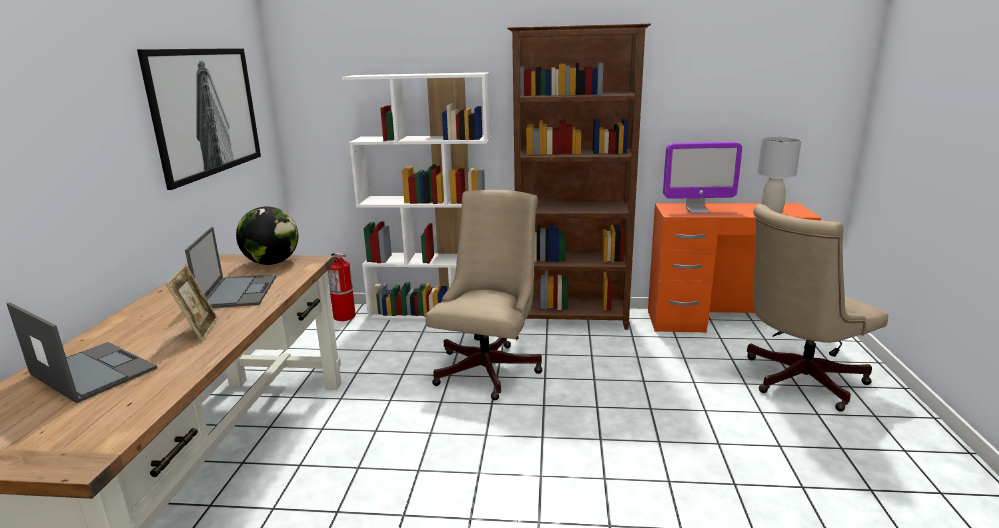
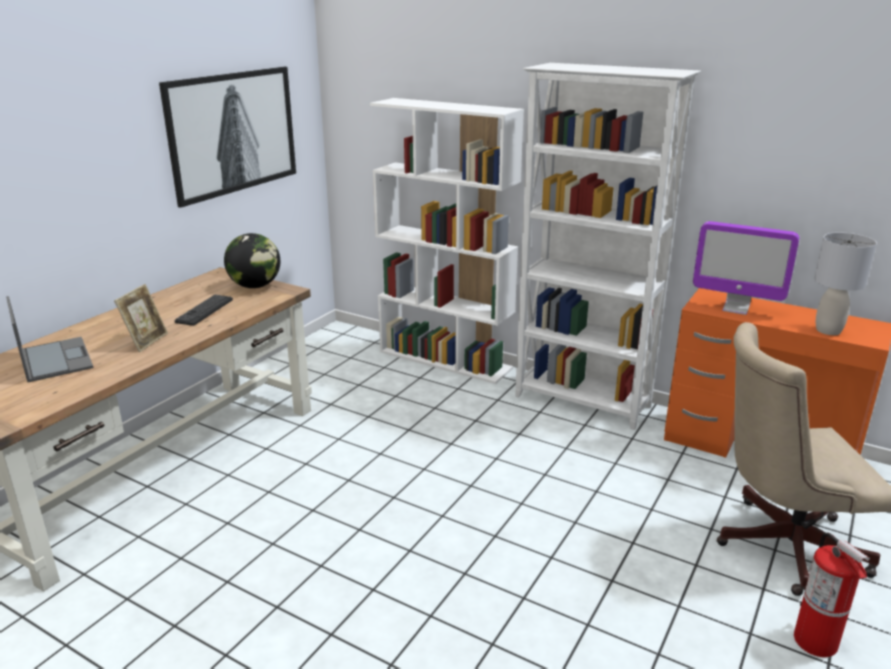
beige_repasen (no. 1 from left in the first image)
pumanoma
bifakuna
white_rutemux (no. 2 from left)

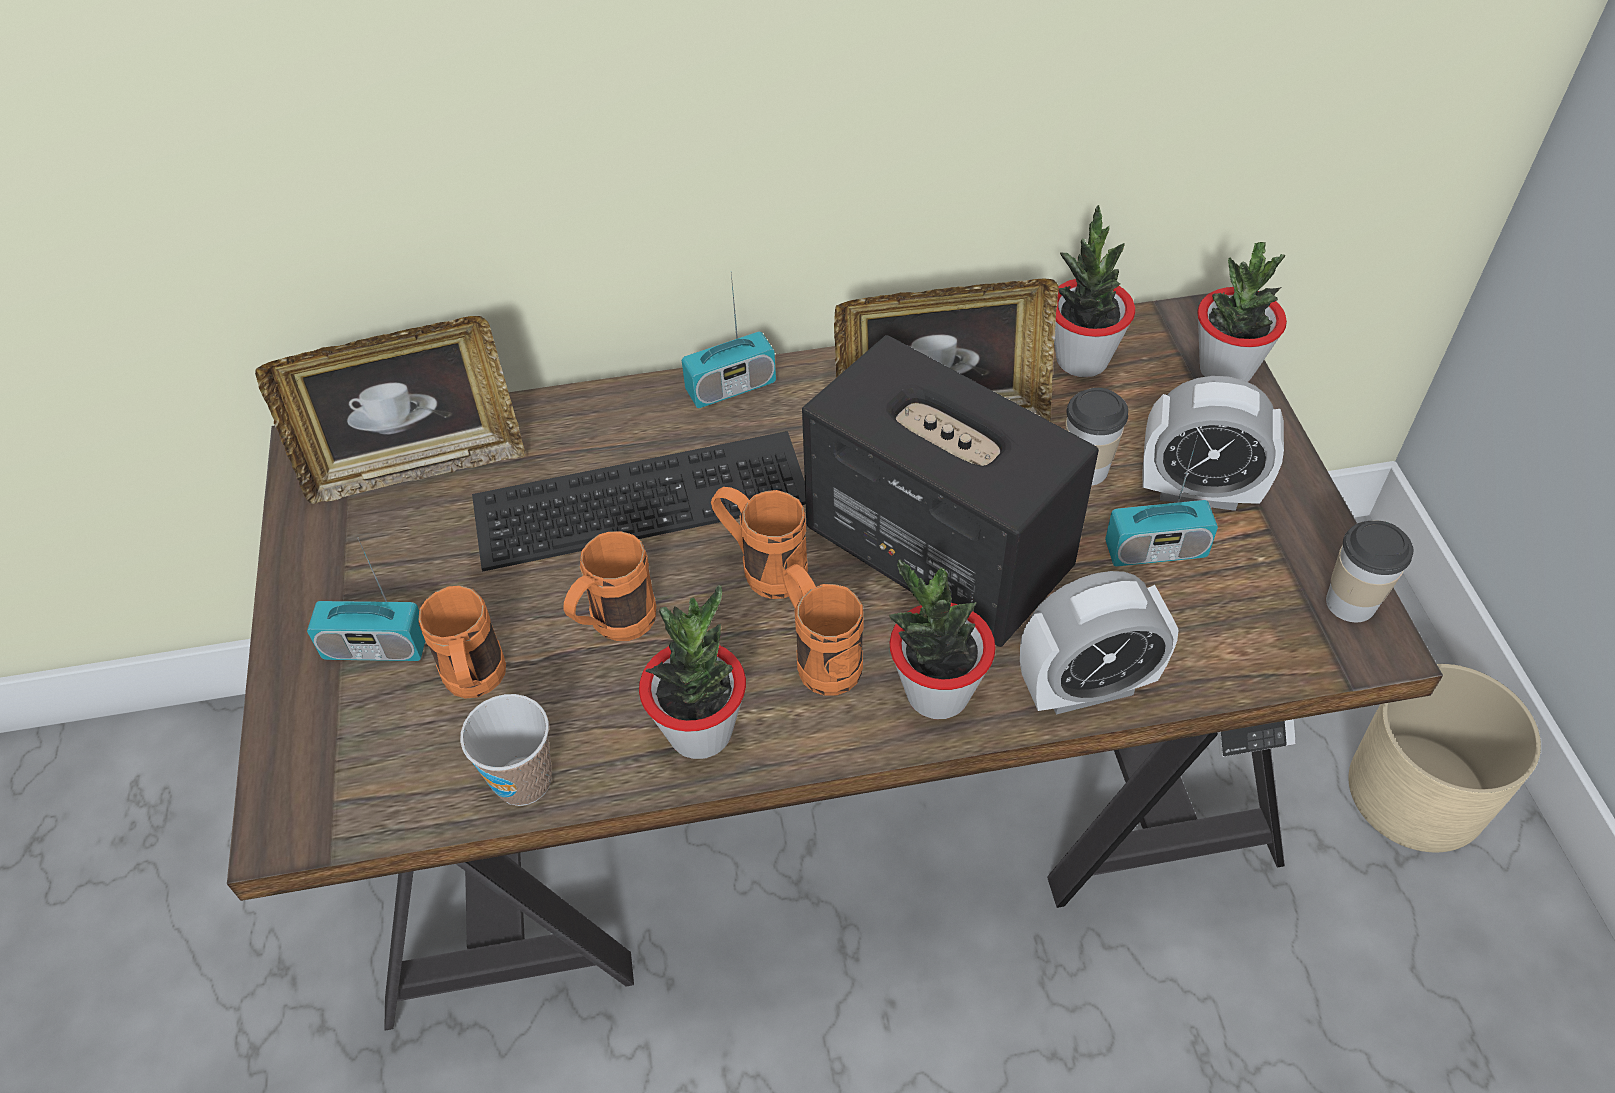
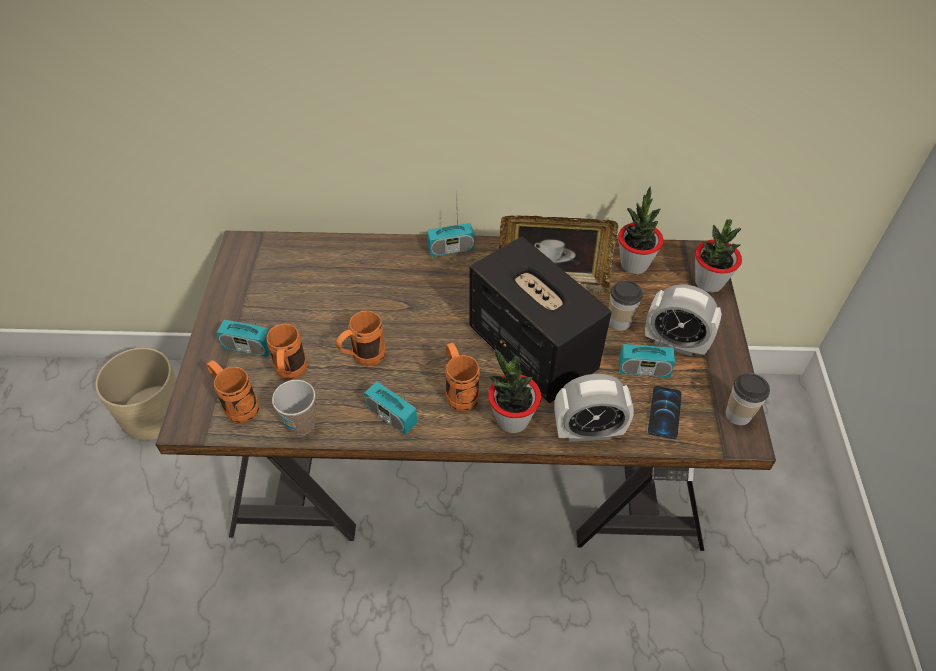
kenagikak (no. 1 from left in the first image)
bifakuna
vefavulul
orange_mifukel (no. 1 from left)
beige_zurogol
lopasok (no. 2 from left)

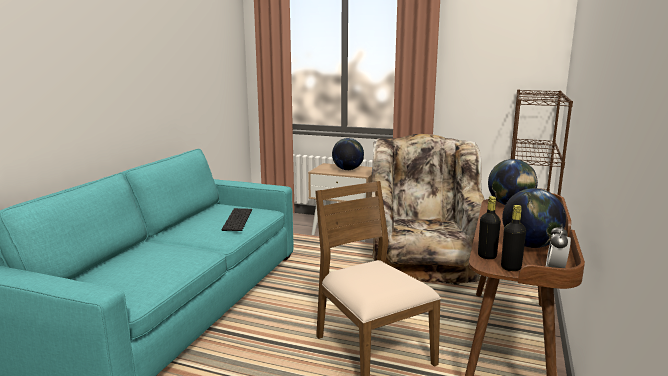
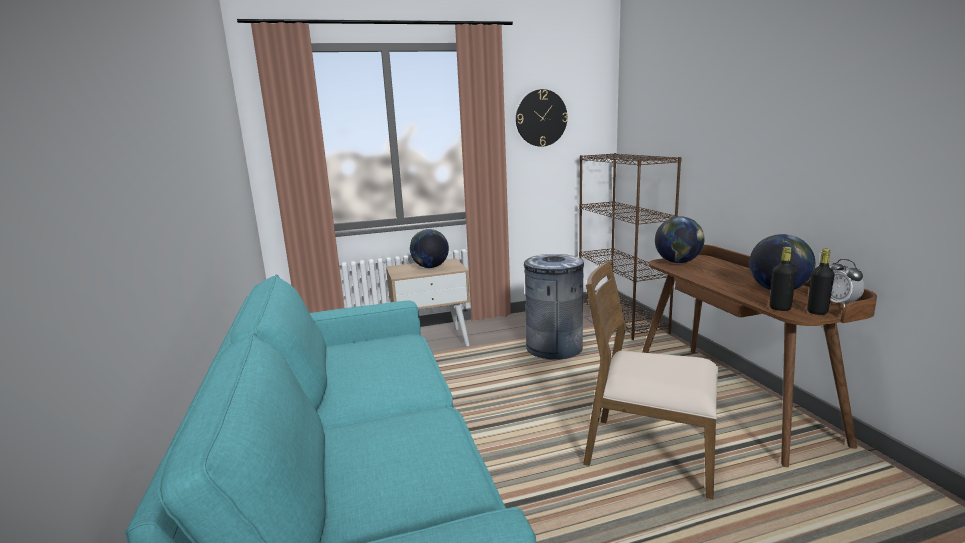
bifakuna
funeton
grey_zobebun

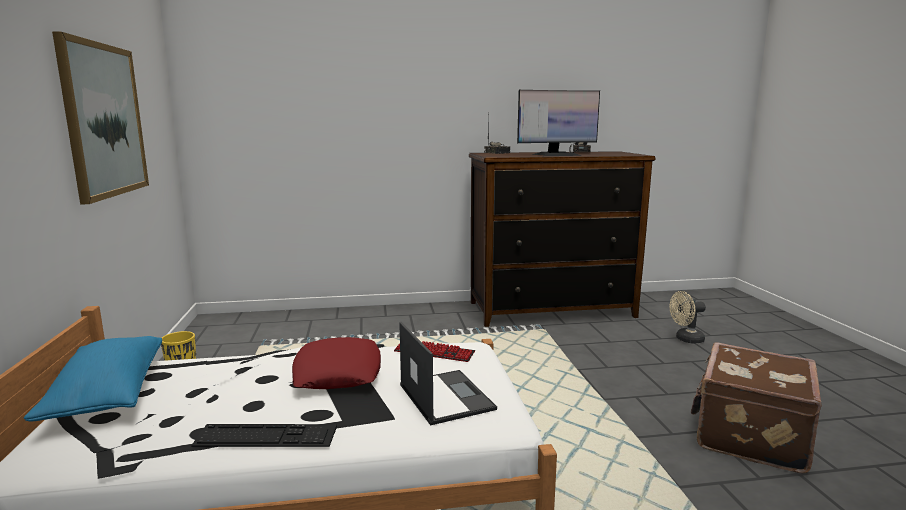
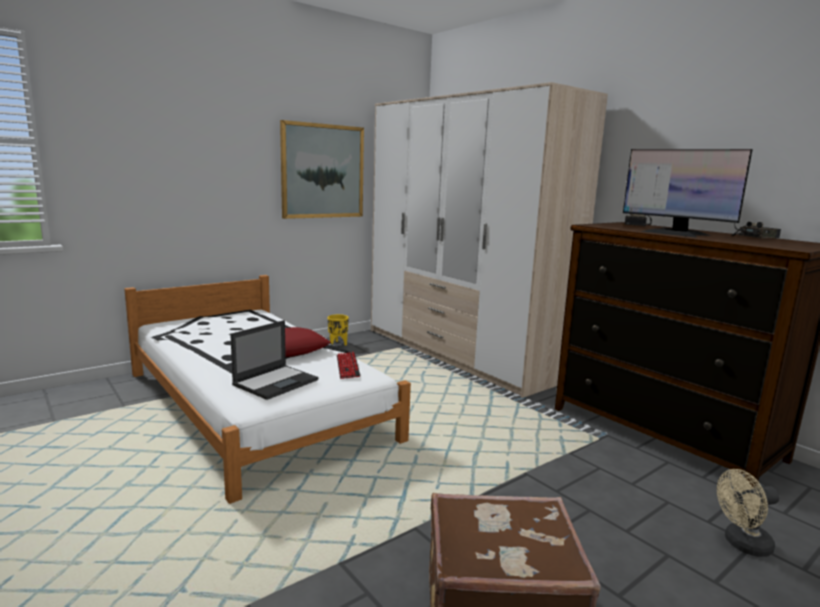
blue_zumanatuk
bifakuna (no. 1 from left in the first image)
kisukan
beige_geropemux

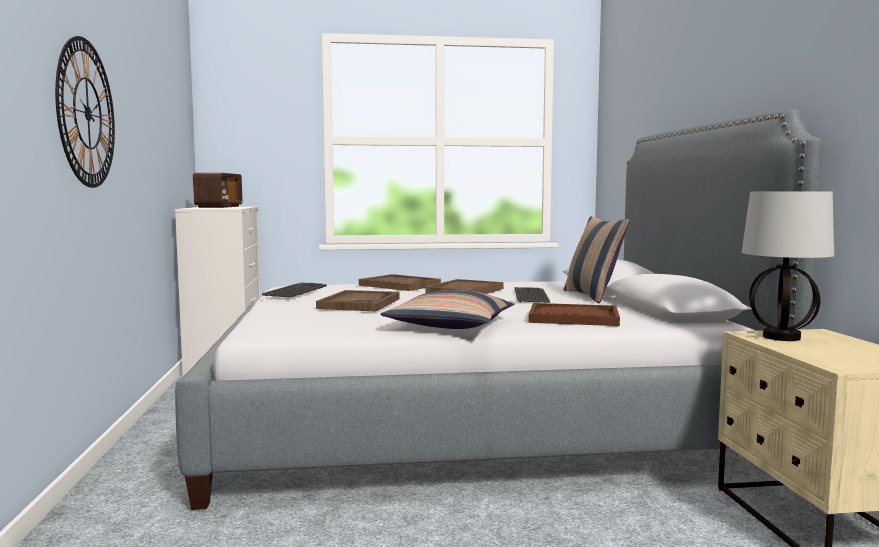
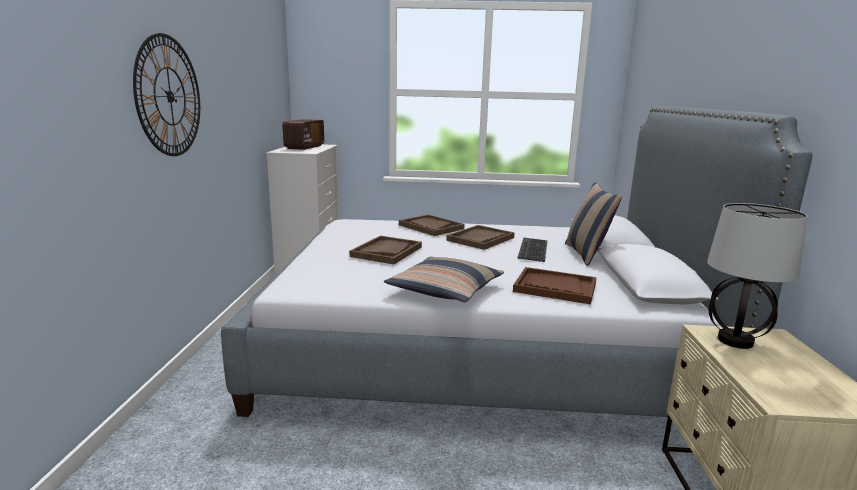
bifakuna (no. 1 from left in the first image)

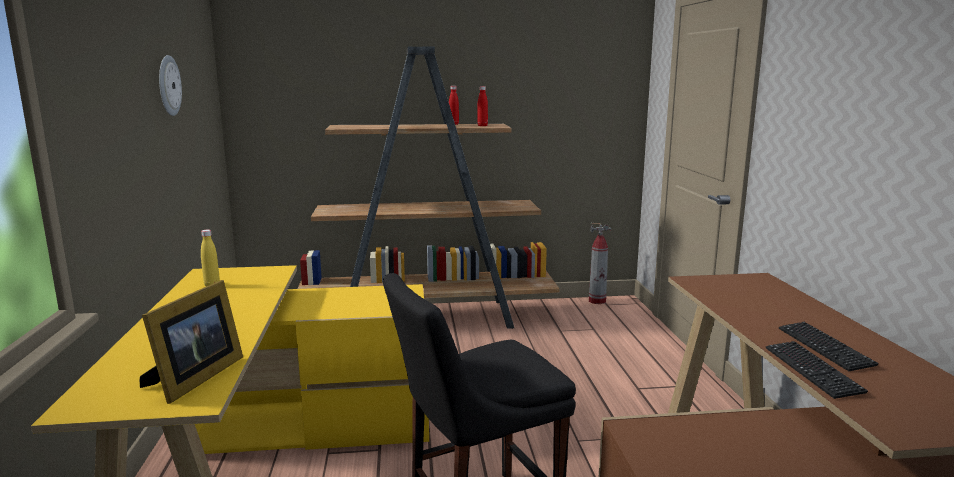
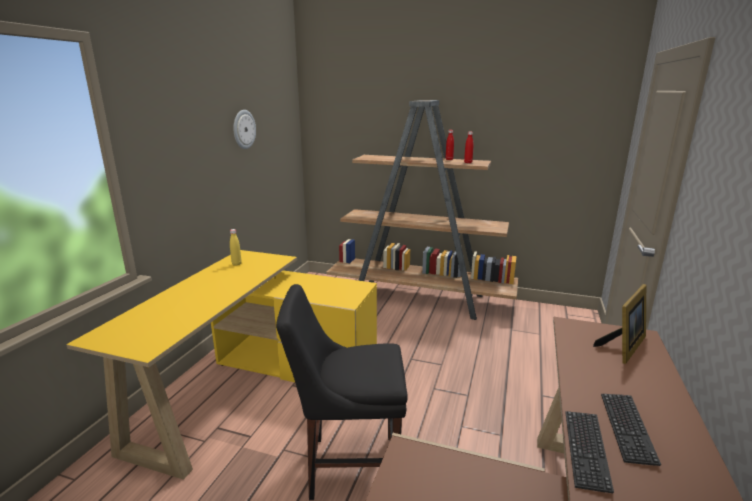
pumanoma
kenagikak

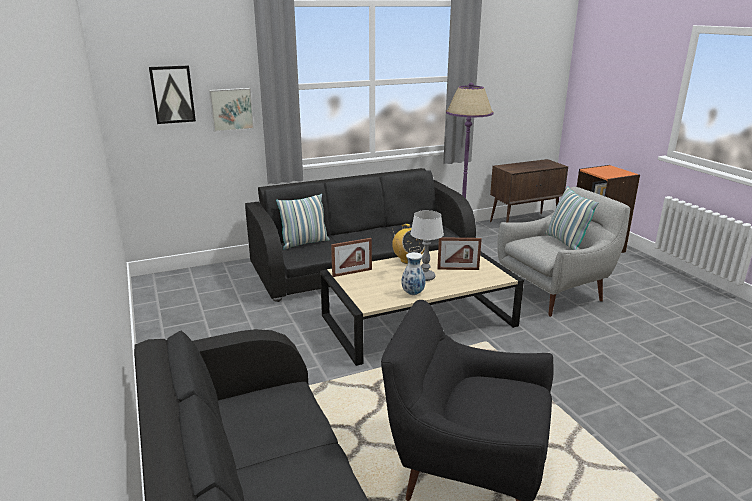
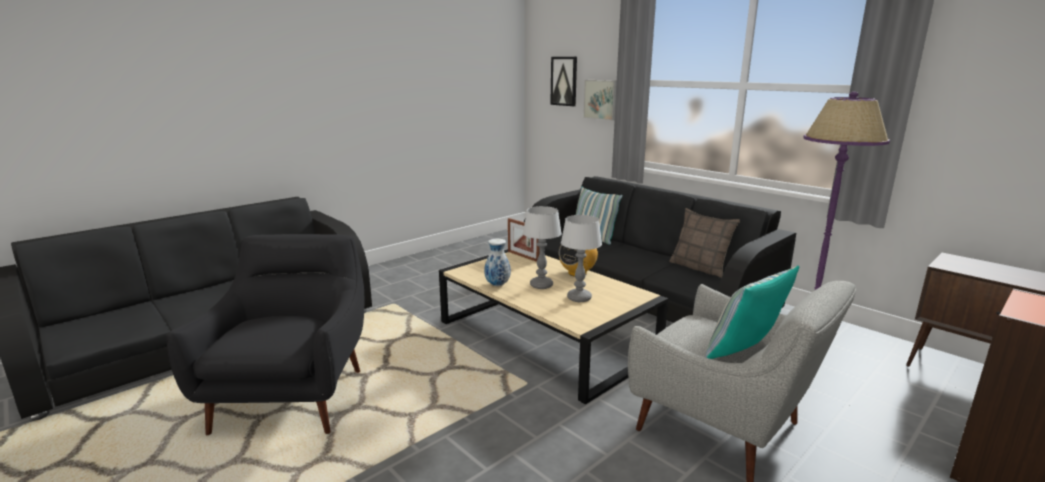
zumanatuk (no. 2 from left)
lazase (no. 2 from left)

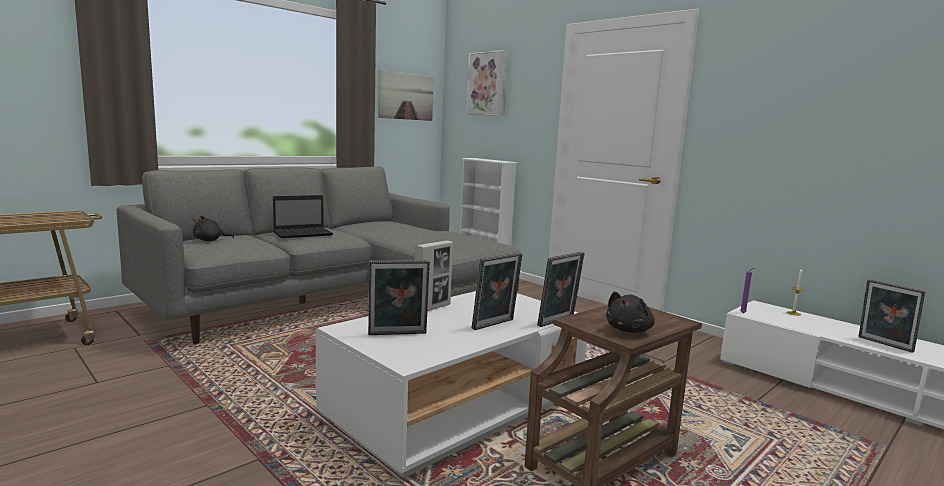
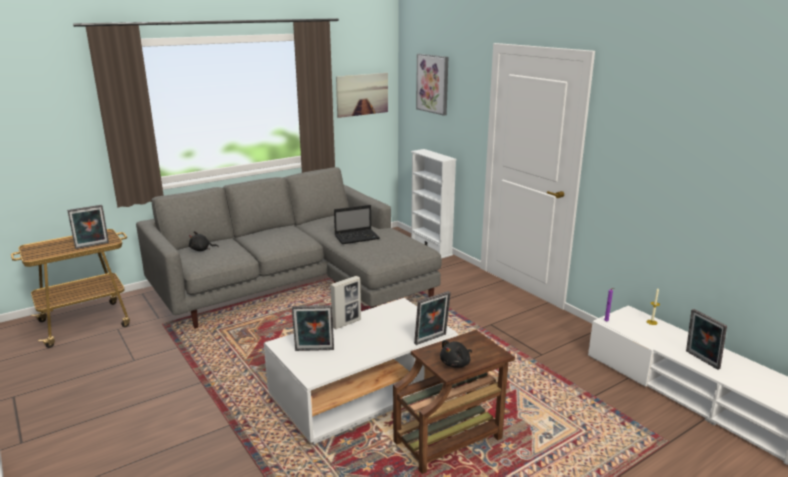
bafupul
kenagikak (no. 1 from left)

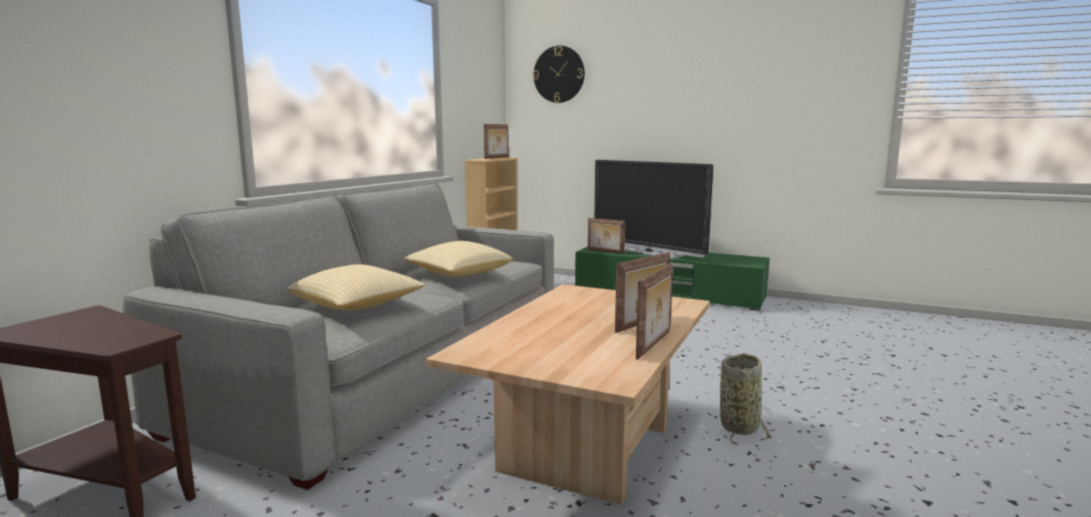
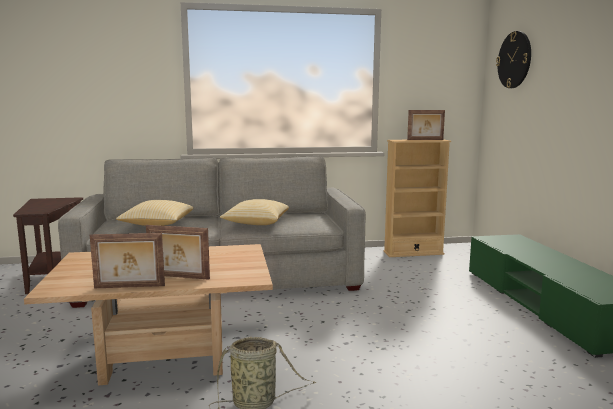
kenagikak (no. 2 from left in the first image)
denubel

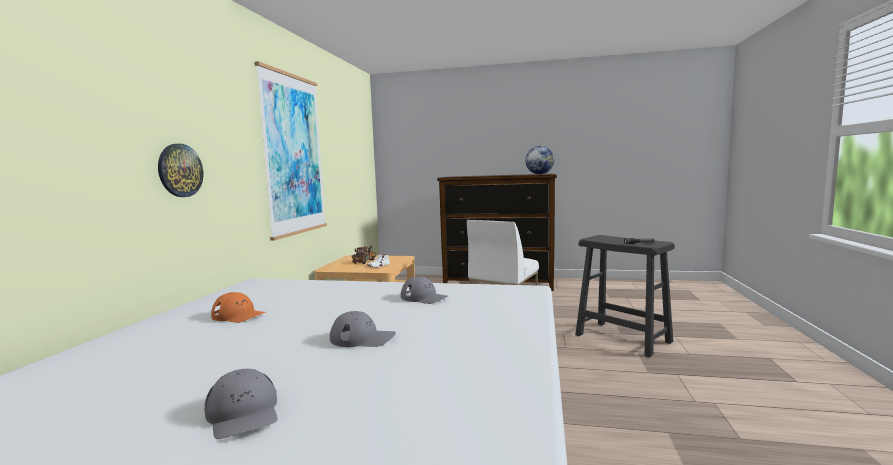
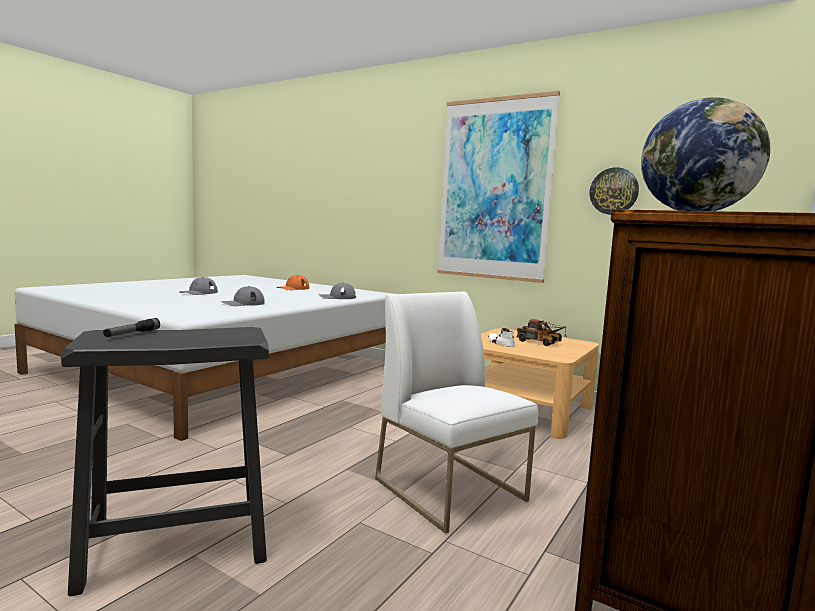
funeton
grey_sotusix (no. 3 from left)

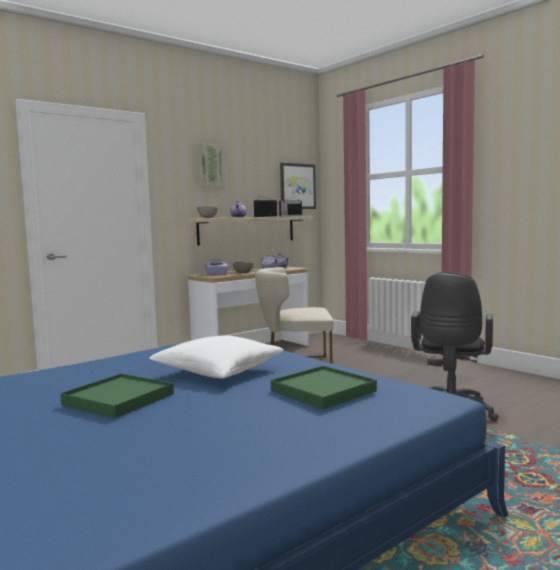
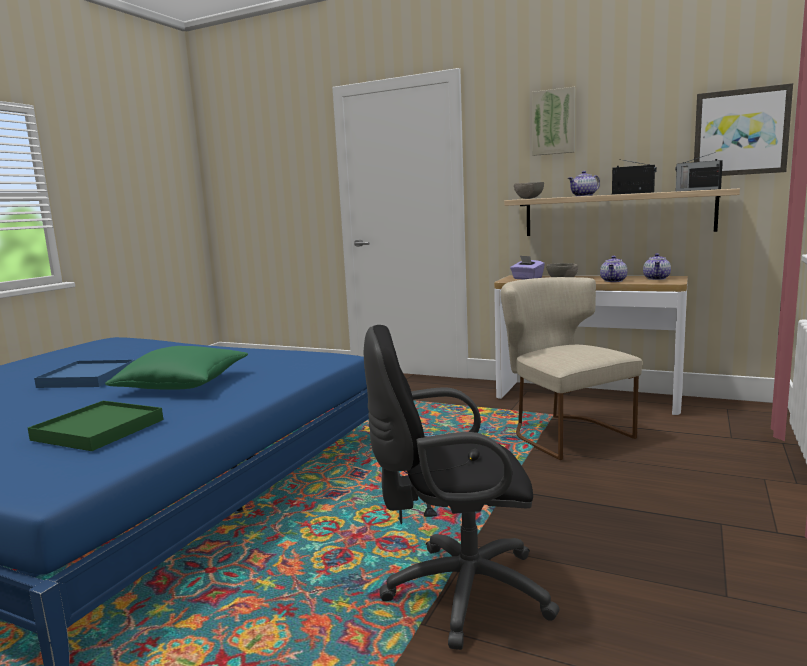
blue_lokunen
green_zumanatuk

